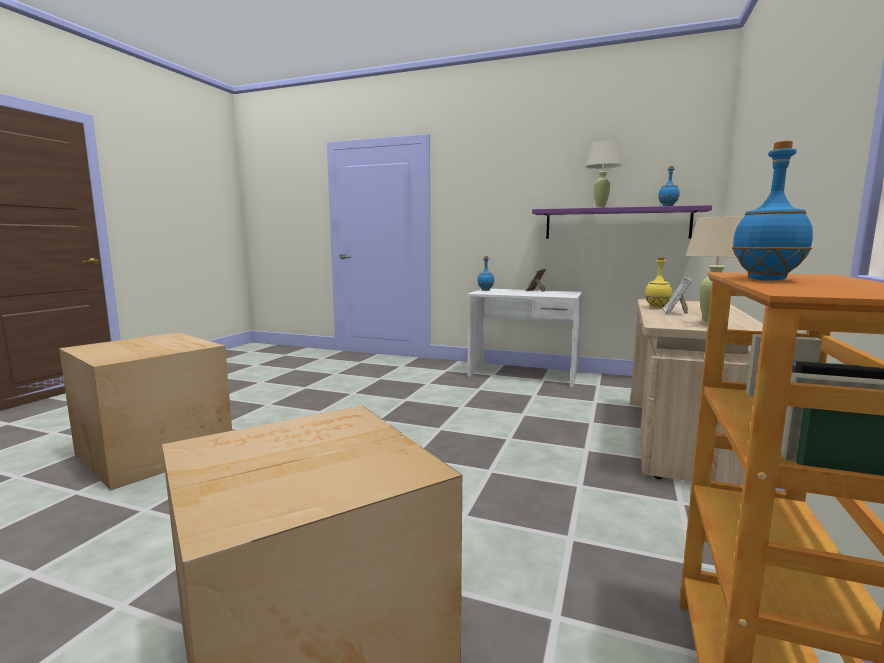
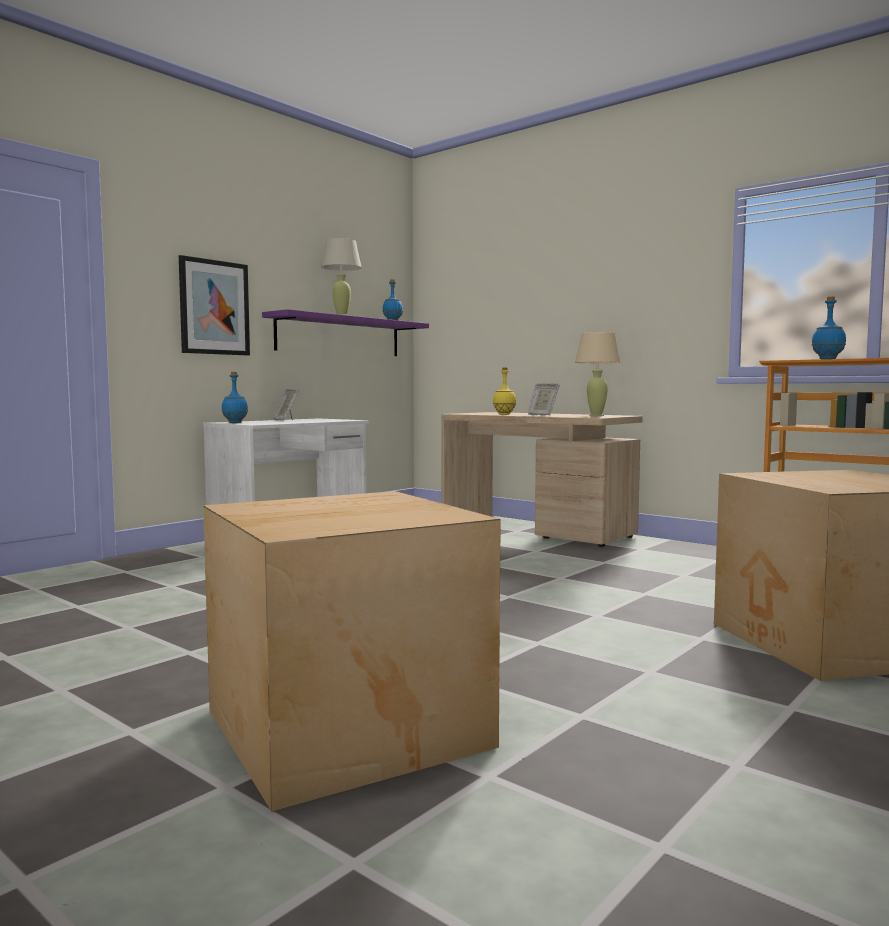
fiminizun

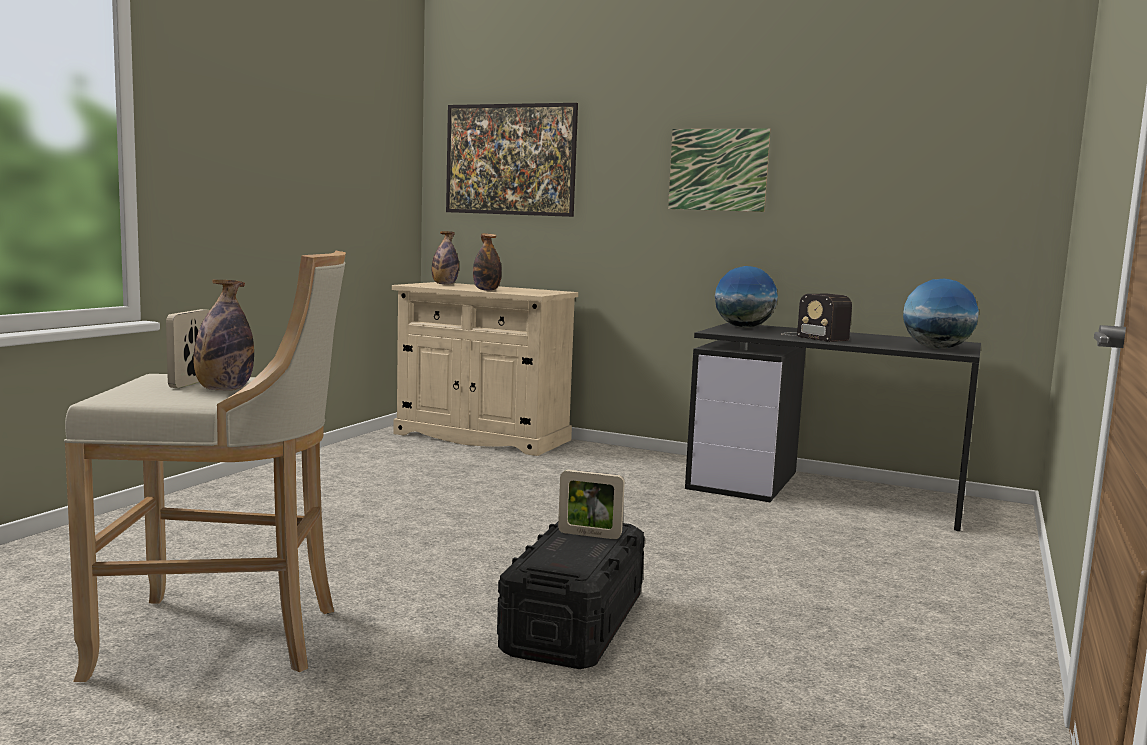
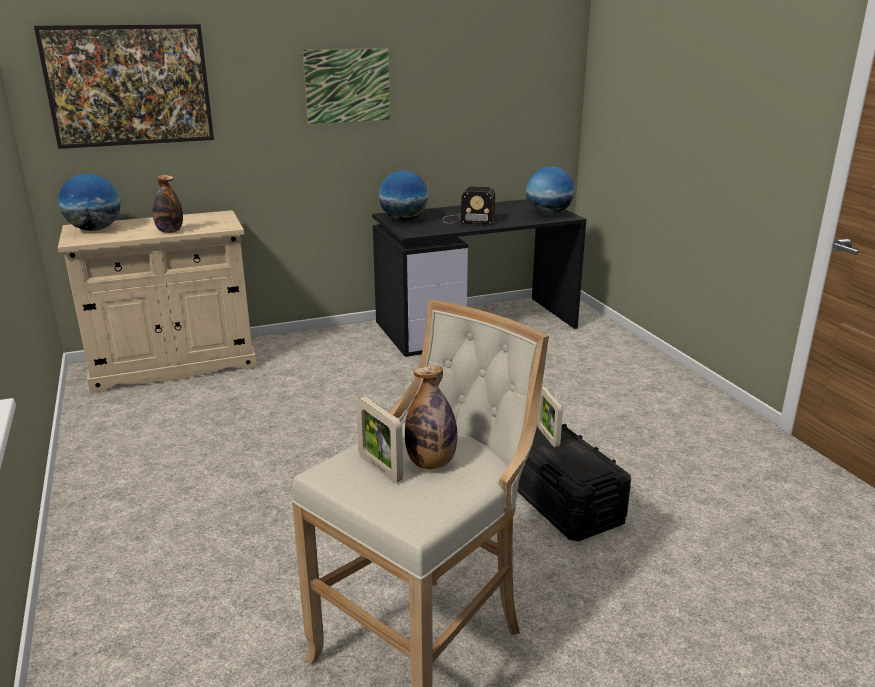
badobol (no. 1 from left)
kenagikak (no. 2 from left)

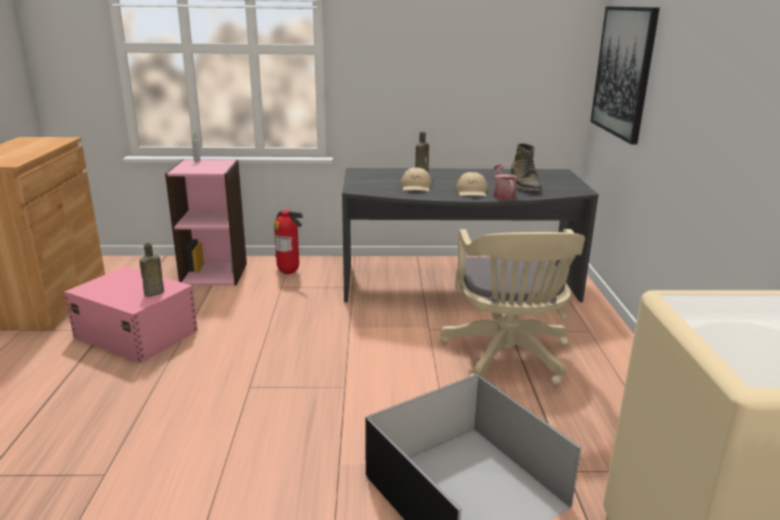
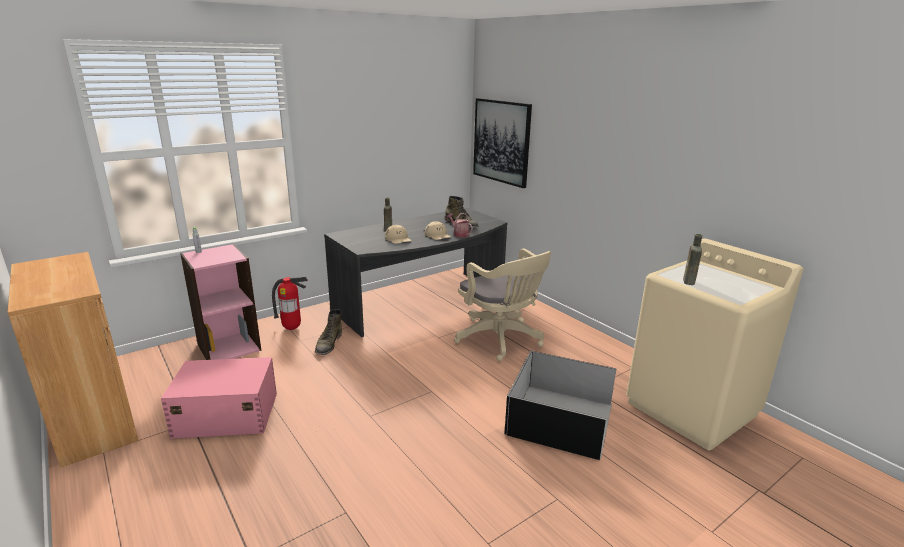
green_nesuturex (no. 1 from left)
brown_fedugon (no. 2 from left)

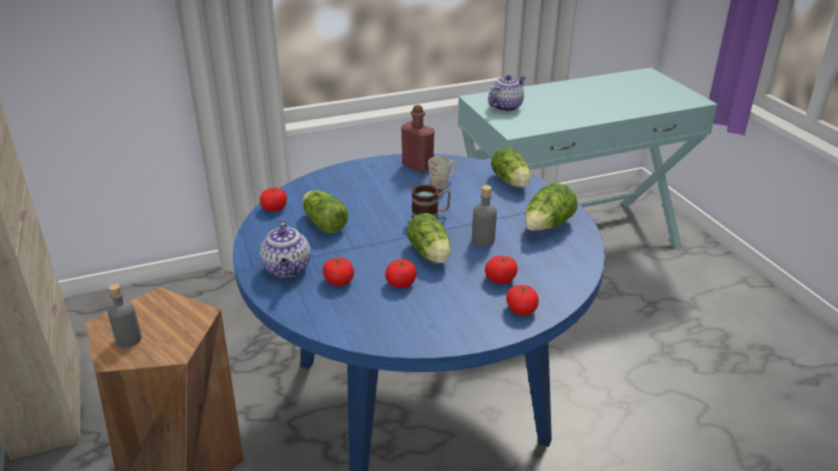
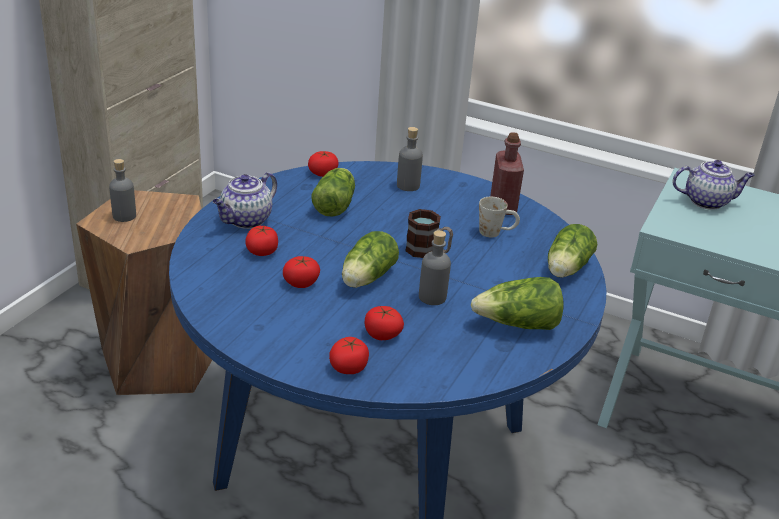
grey_fedugon (no. 2 from left)

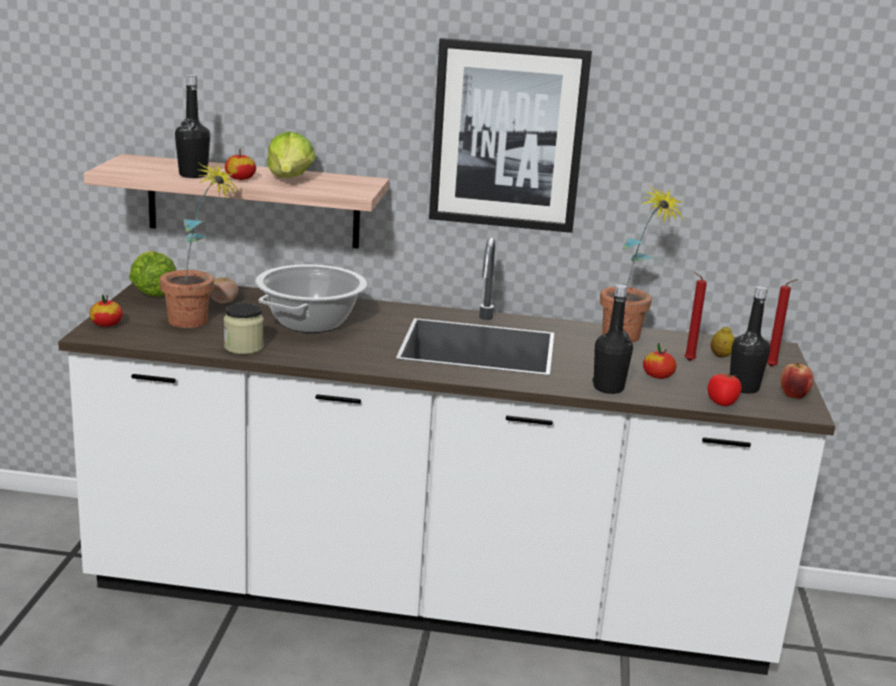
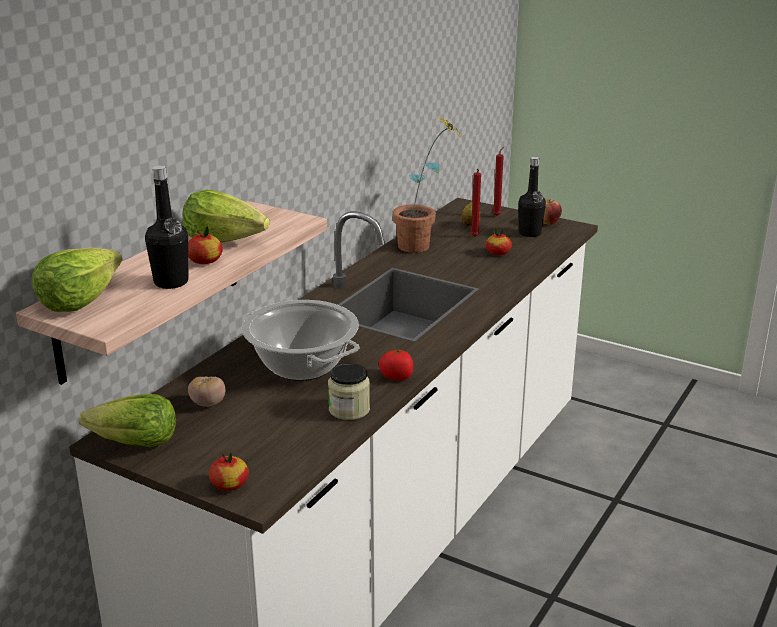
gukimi (no. 1 from left in the first image)
fiminizun
black_fedugon (no. 2 from left in the first image)
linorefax (no. 1 from left)
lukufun (no. 2 from left)

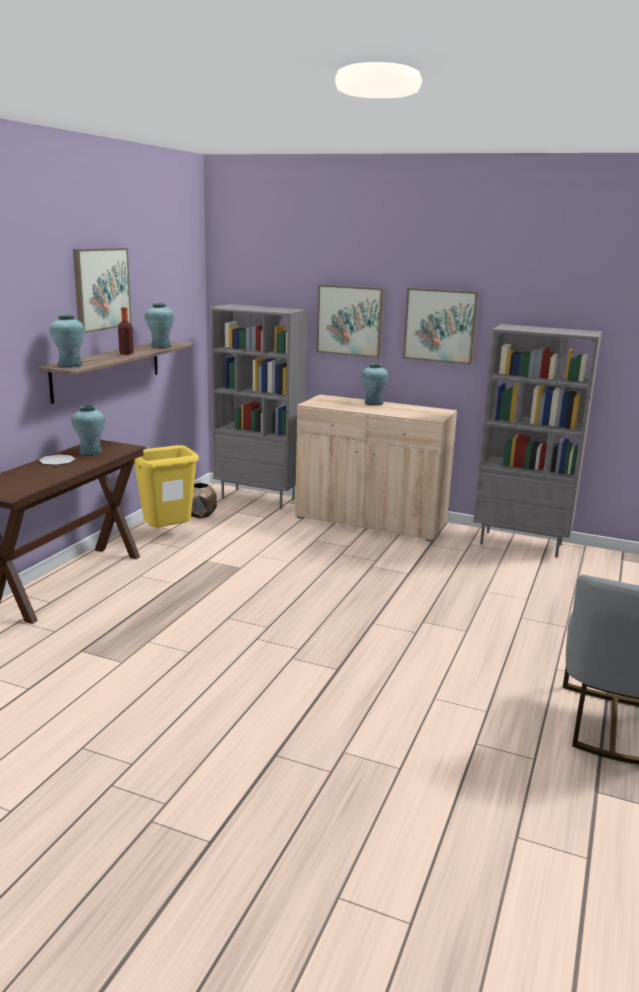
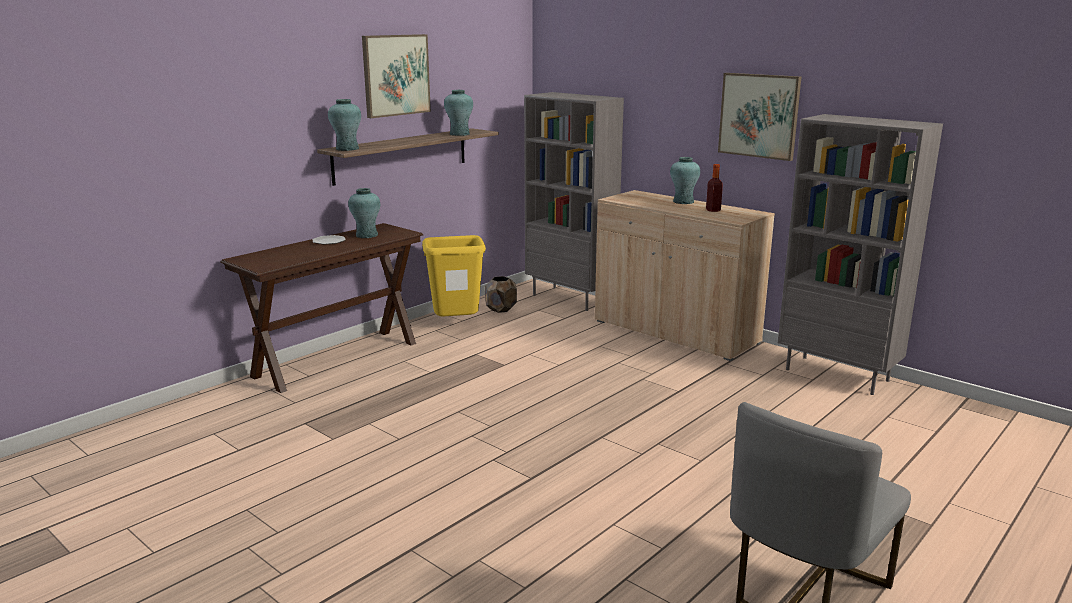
fiminizun (no. 2 from left in the first image)
fedugon

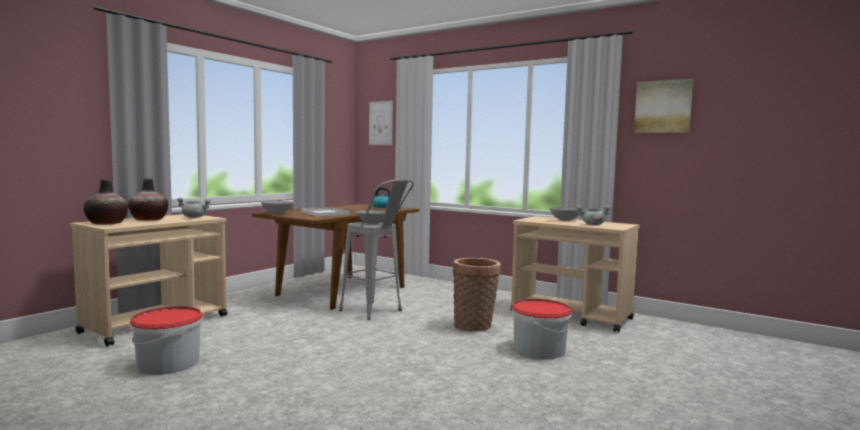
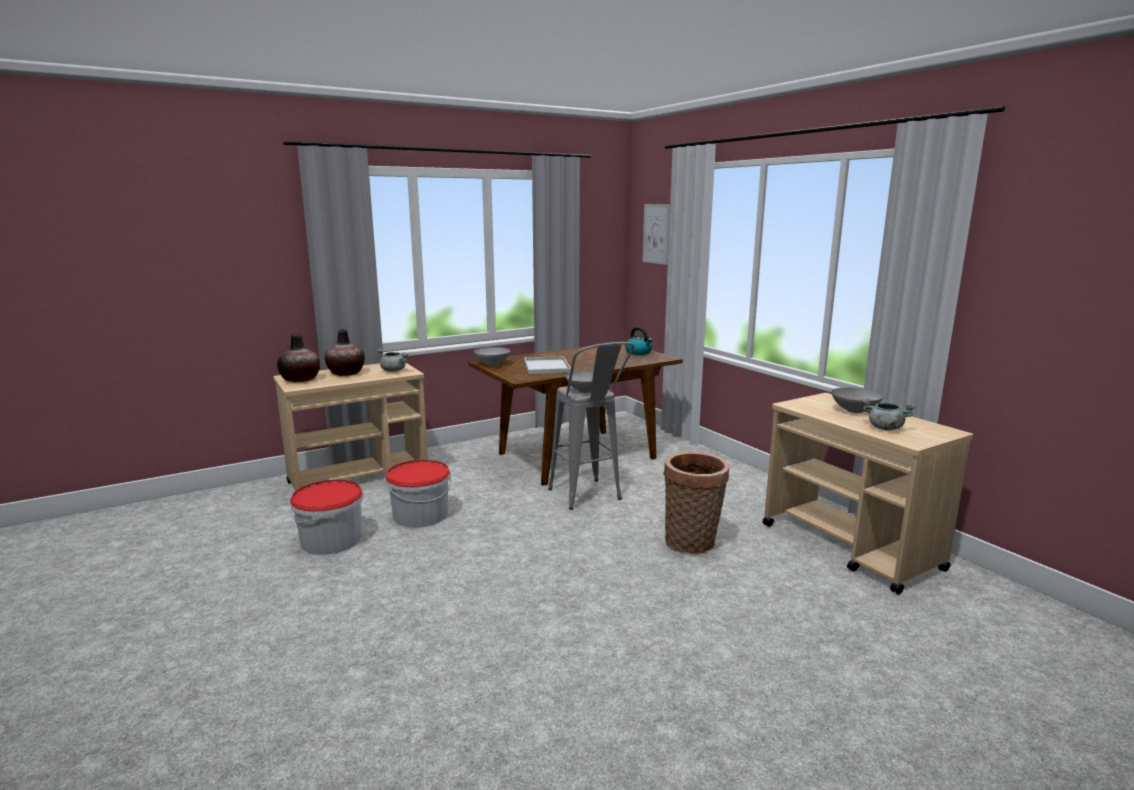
fiminizun (no. 2 from left in the first image)
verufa (no. 2 from left)

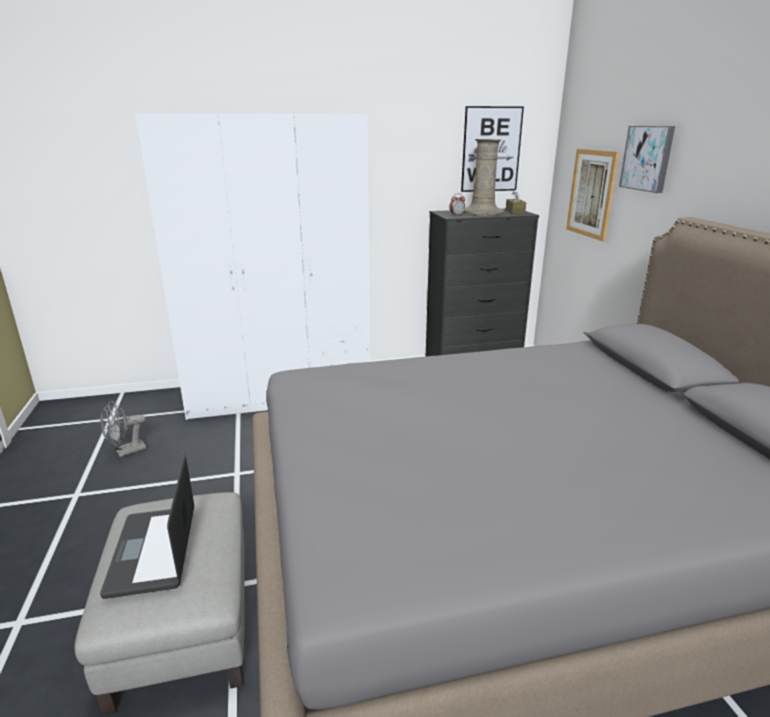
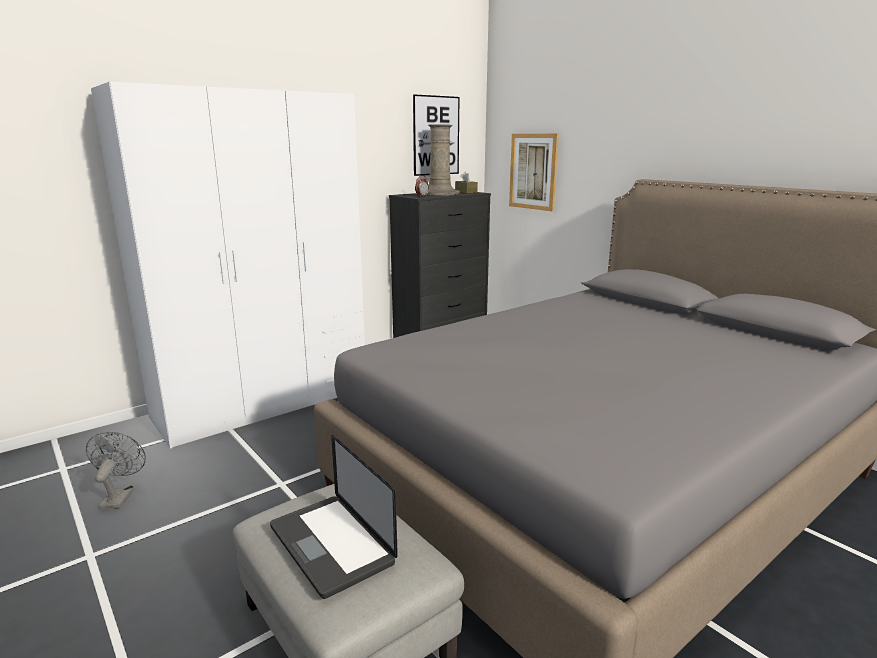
fiminizun (no. 3 from left in the first image)
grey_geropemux

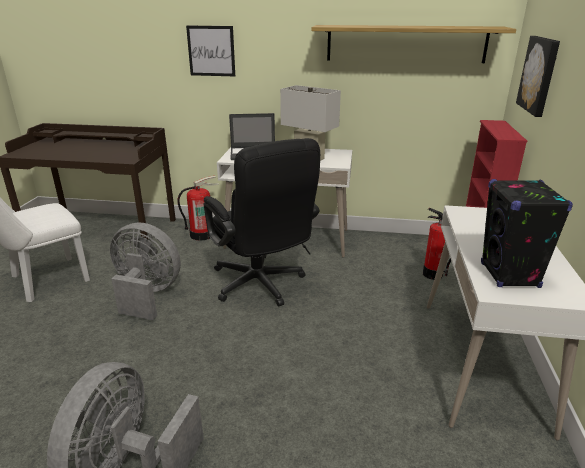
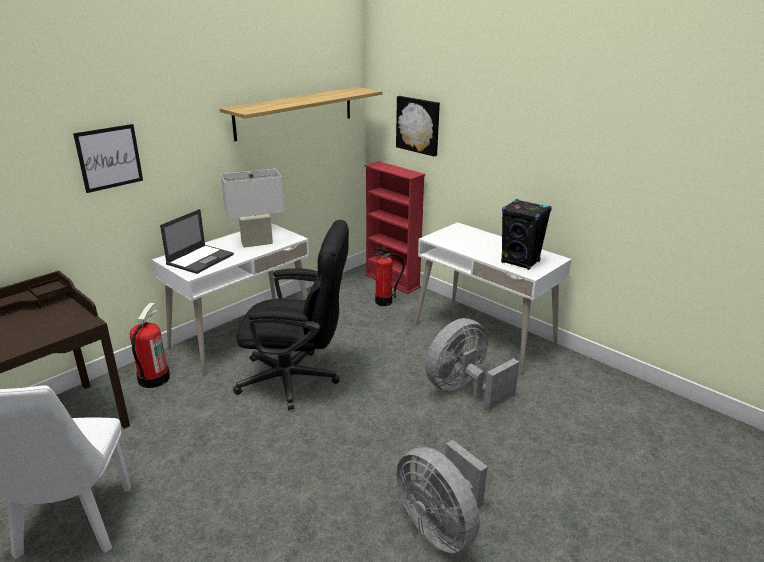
grey_geropemux (no. 2 from left)

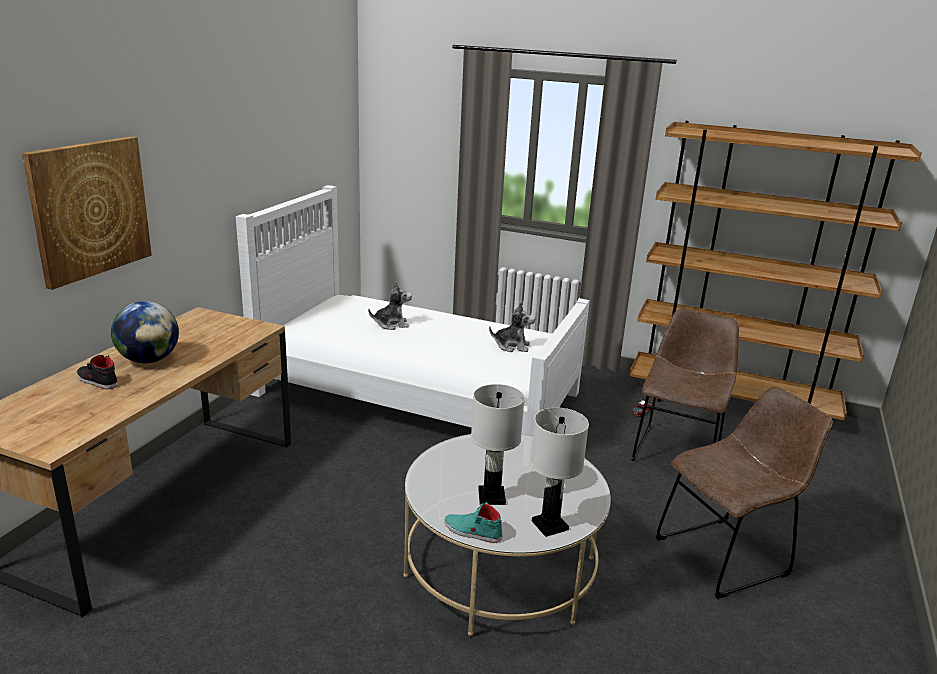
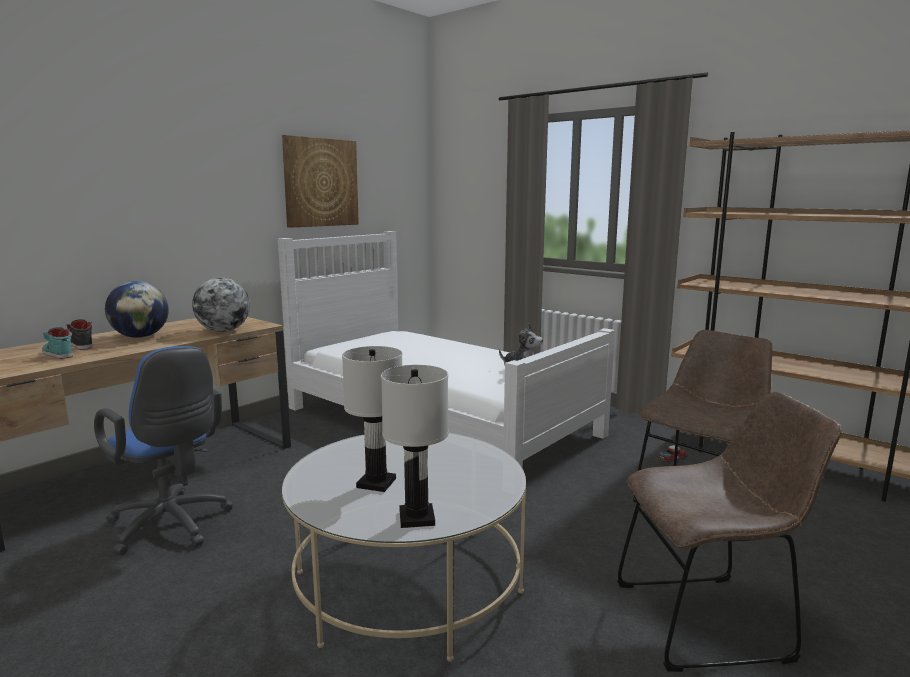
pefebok (no. 1 from left in the first image)
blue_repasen
badobol (no. 2 from left)
fiminizun
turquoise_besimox

